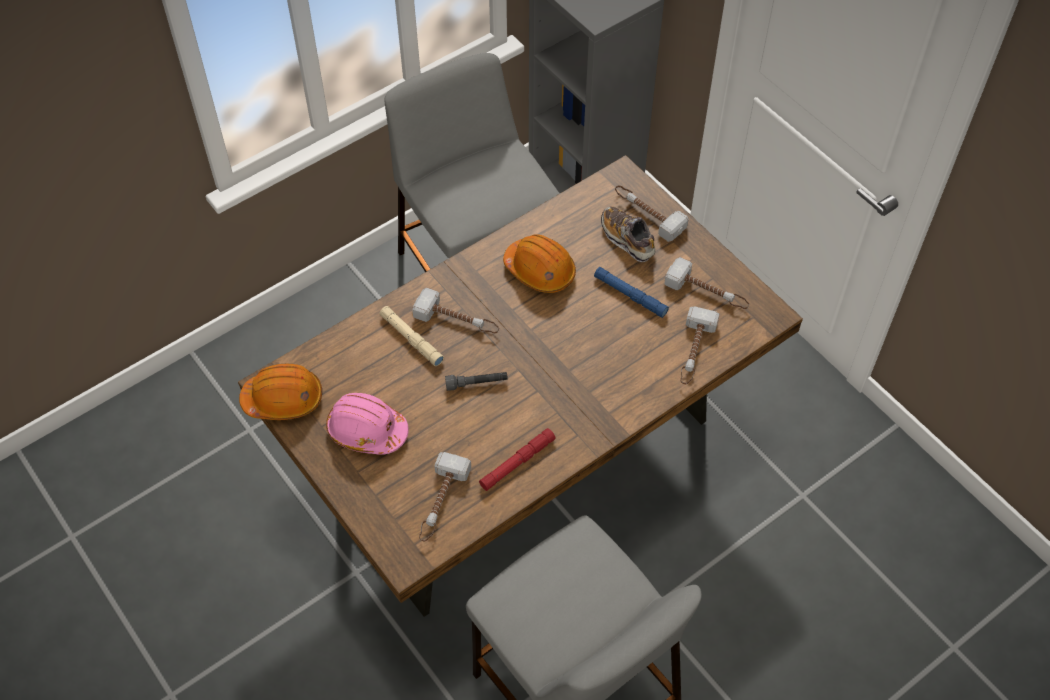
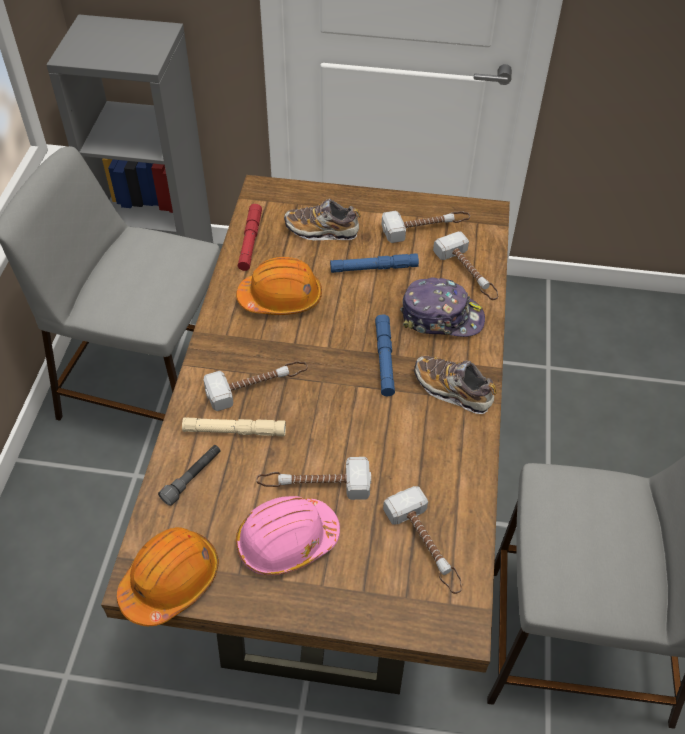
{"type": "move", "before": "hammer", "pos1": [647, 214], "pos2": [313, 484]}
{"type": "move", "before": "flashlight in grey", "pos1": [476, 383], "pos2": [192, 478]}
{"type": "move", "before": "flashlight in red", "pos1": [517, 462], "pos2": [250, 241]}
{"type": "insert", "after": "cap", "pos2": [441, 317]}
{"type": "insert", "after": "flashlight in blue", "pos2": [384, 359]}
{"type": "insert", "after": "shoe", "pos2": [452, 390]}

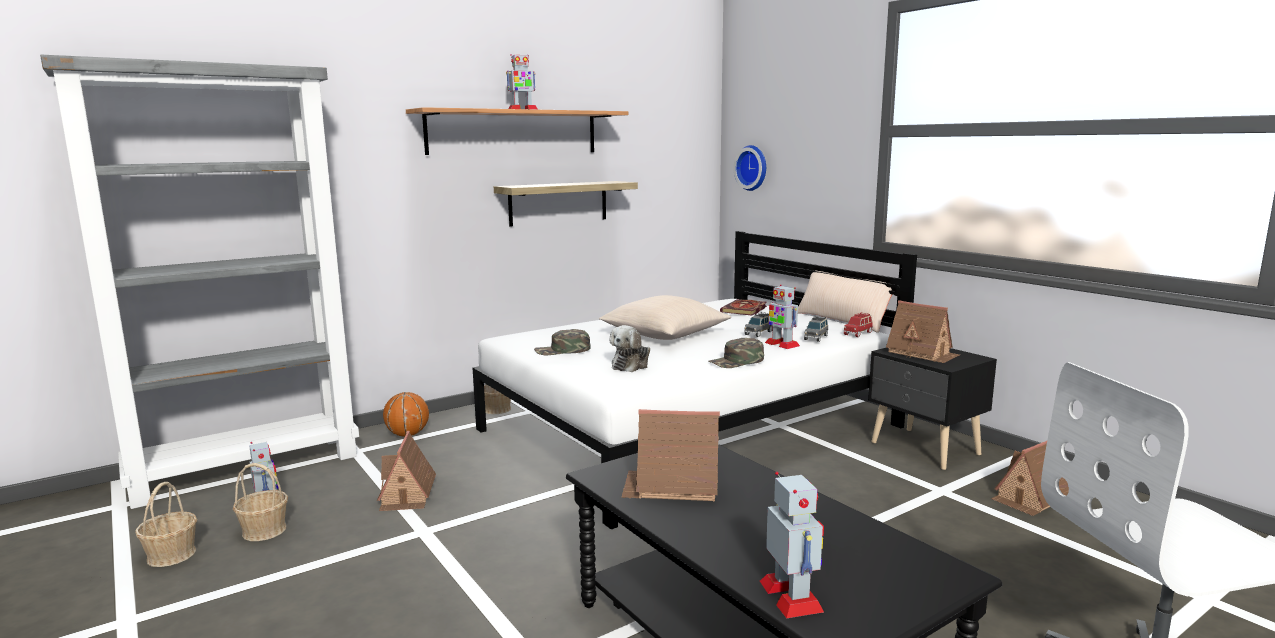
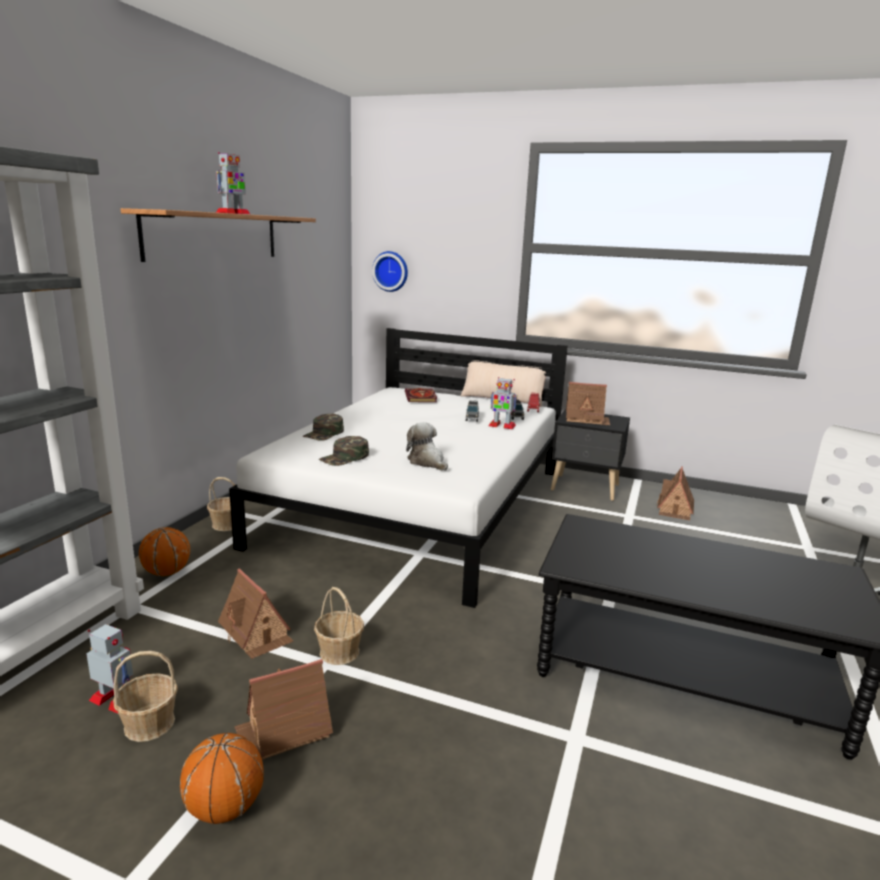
{"type": "delete", "before": "shelf", "pos1": [558, 203]}
{"type": "delete", "before": "pillow in beige", "pos1": [665, 335]}
{"type": "rotate", "before": "plush toy", "pos1": [631, 365], "pos2": [427, 462], "turn": 150}
{"type": "move", "before": "cap in green", "pos1": [737, 361], "pos2": [324, 434]}
{"type": "move", "before": "toy house", "pos1": [672, 486], "pos2": [284, 731]}
{"type": "delete", "before": "toy robot", "pos1": [791, 596]}
{"type": "move", "before": "basket", "pos1": [172, 555], "pos2": [339, 652]}
{"type": "insert", "after": "basketball", "pos2": [225, 808]}

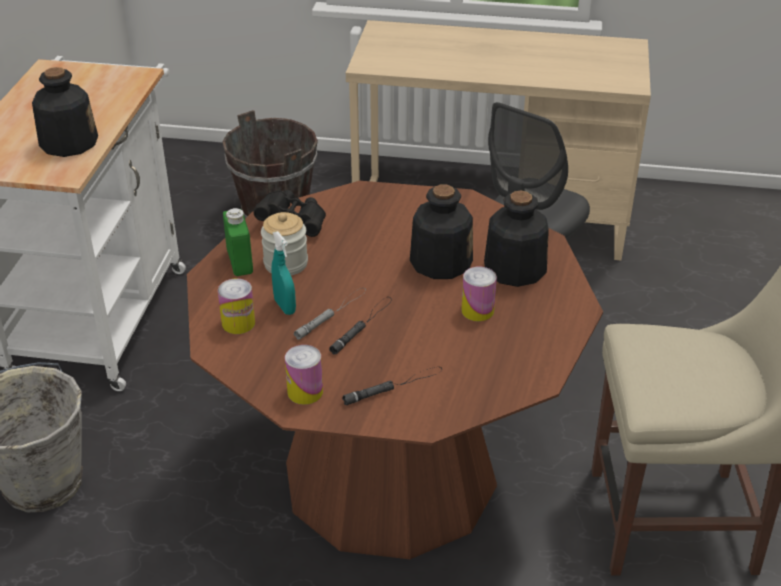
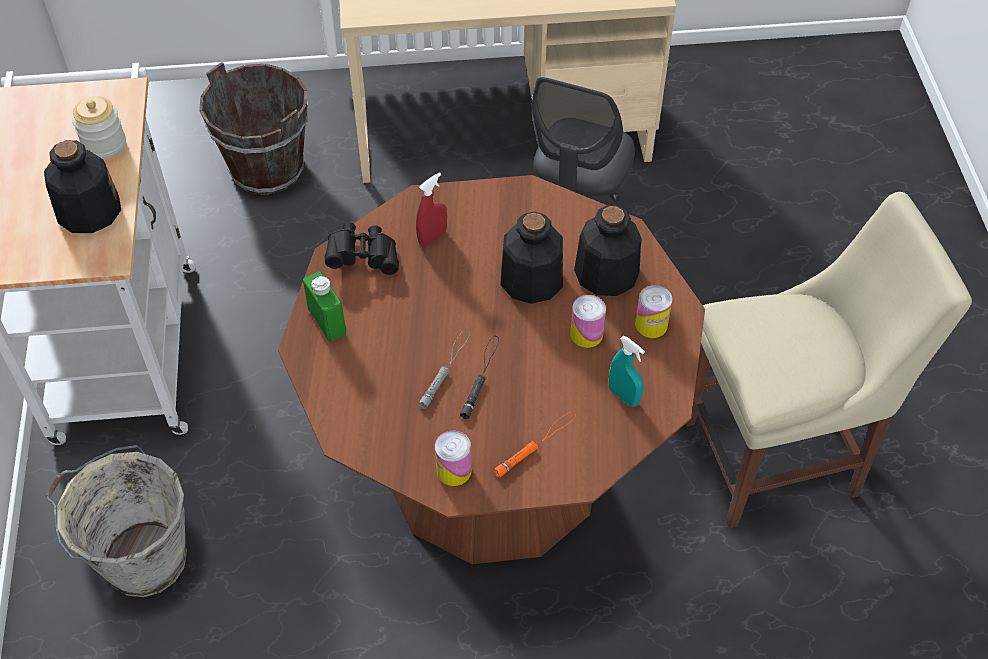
{"type": "move", "before": "jar", "pos1": [286, 263], "pos2": [104, 145]}
{"type": "move", "before": "spray bottle in turquoise", "pos1": [285, 306], "pos2": [624, 396]}
{"type": "move", "before": "can", "pos1": [238, 323], "pos2": [651, 325]}
{"type": "recolor", "before": "flashlight in black", "after": "flashlight in orange", "pos1": [393, 386], "pos2": [536, 444]}
{"type": "insert", "after": "spray bottle in red", "pos2": [432, 237]}

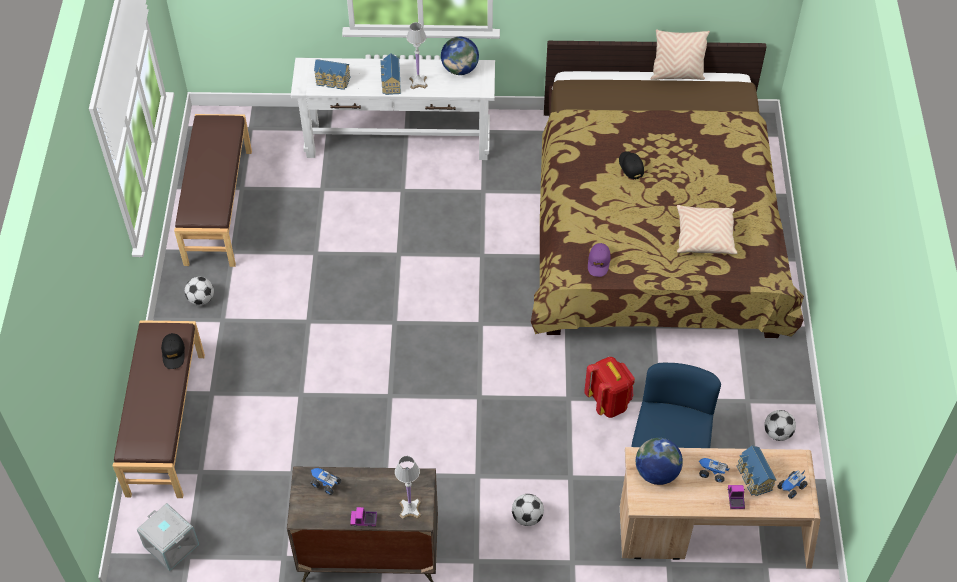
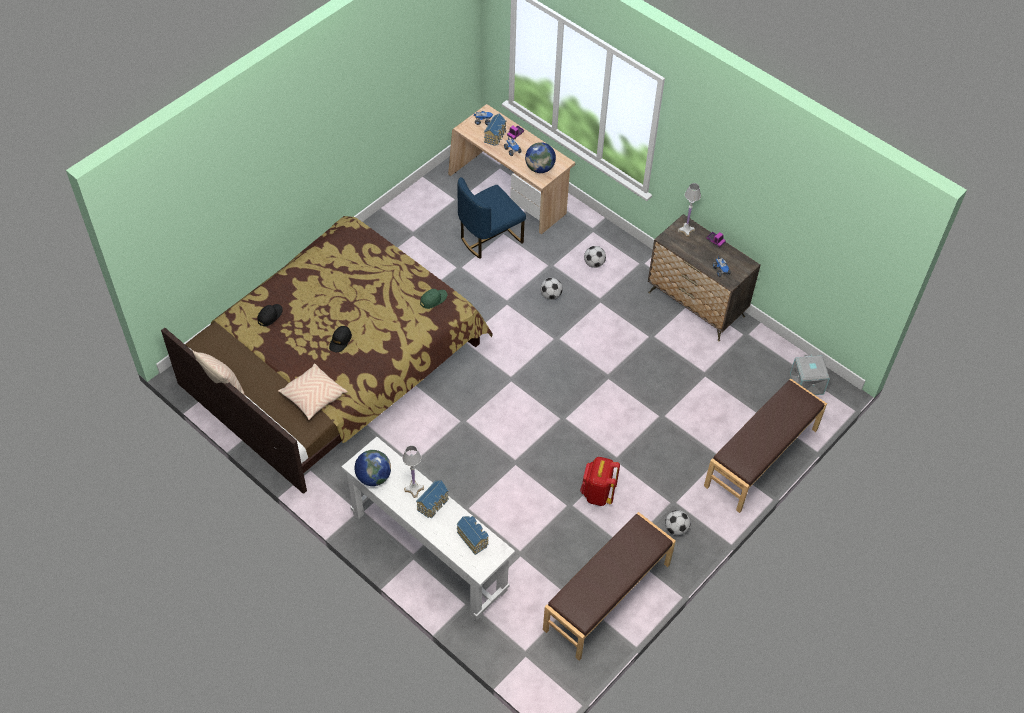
{"type": "move", "before": "pillow in beige", "pos1": [704, 236], "pos2": [313, 397]}
{"type": "recolor", "before": "cap in purple", "after": "cap in green", "pos1": [599, 262], "pos2": [433, 299]}
{"type": "move", "before": "cap in black", "pos1": [173, 353], "pos2": [270, 316]}
{"type": "move", "before": "backpack in red", "pos1": [608, 402], "pos2": [597, 493]}
{"type": "move", "before": "football", "pos1": [777, 433], "pos2": [551, 295]}

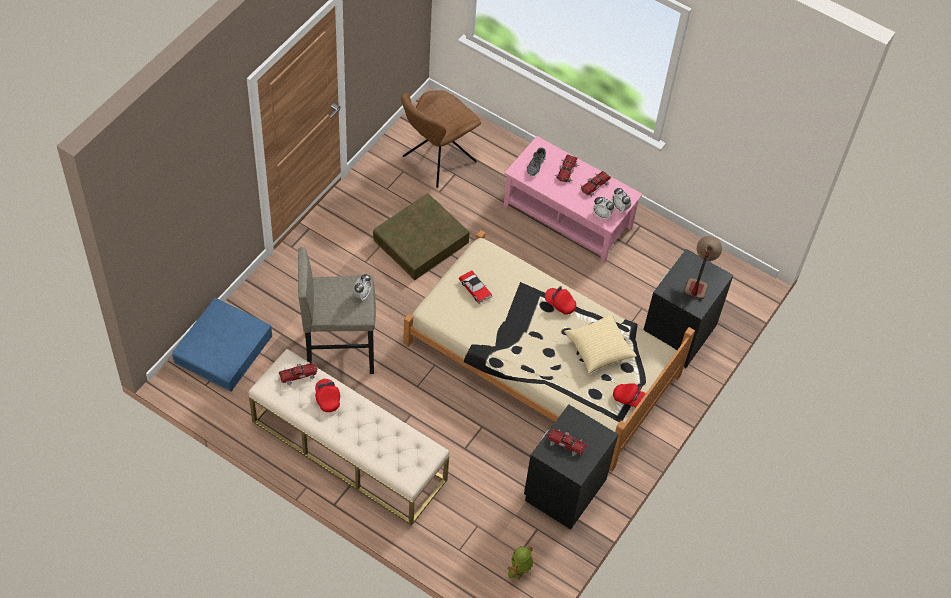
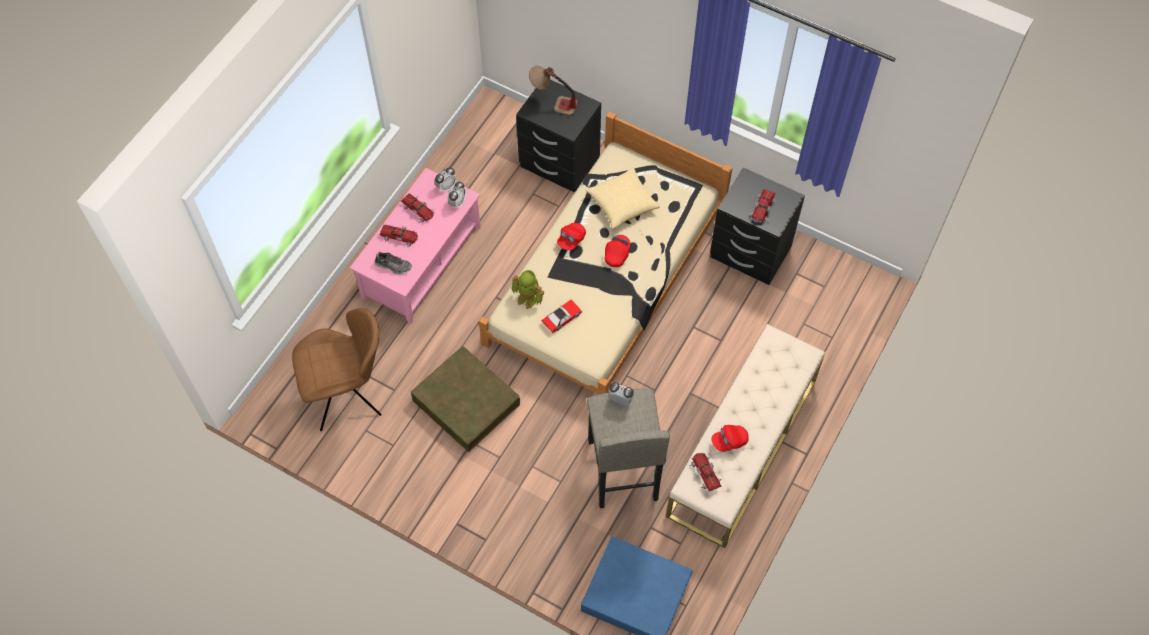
{"type": "rotate", "before": "chair in brown", "pos1": [437, 160], "pos2": [348, 395], "turn": -60}
{"type": "move", "before": "cap in red", "pos1": [629, 399], "pos2": [617, 254]}
{"type": "move", "before": "toy robot", "pos1": [519, 570], "pos2": [528, 298]}

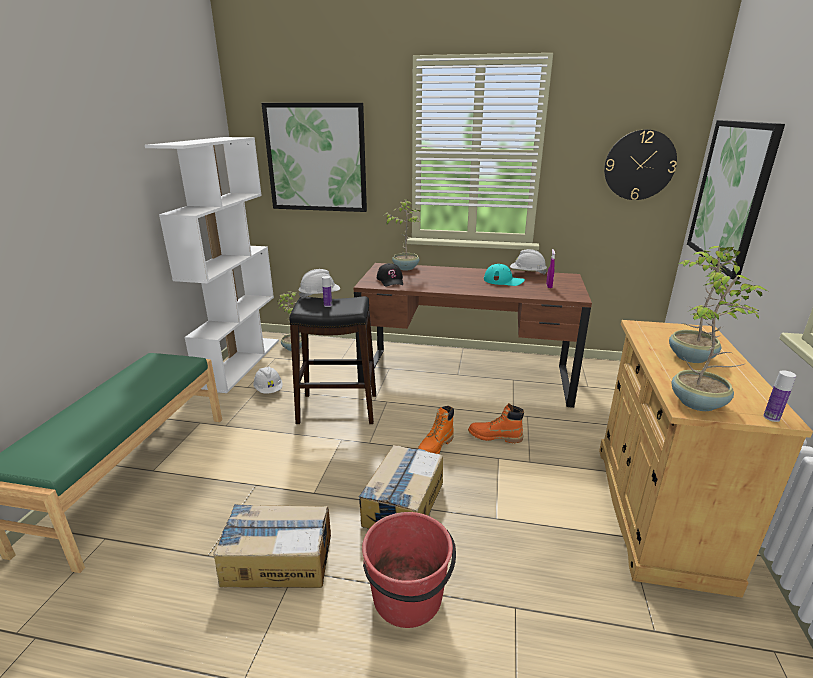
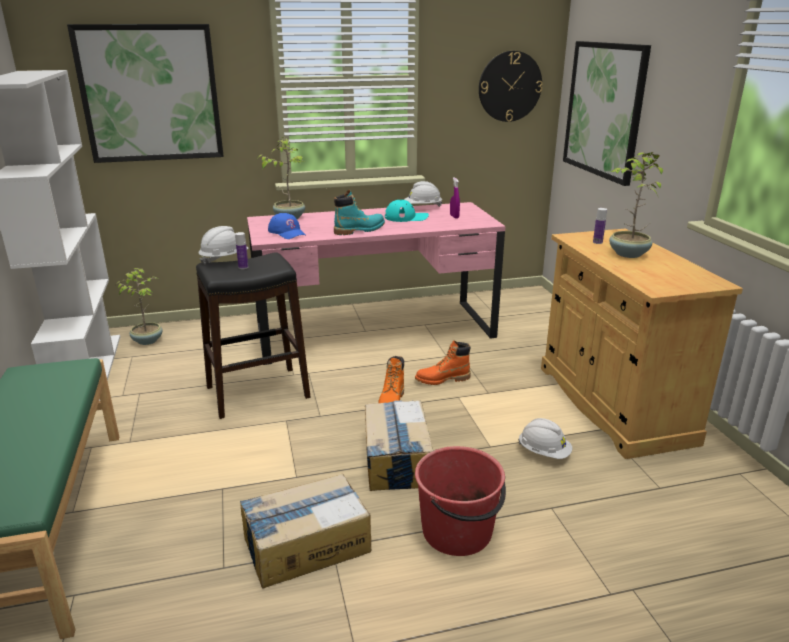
{"type": "recolor", "before": "desk in brown", "after": "desk in pink", "pos1": [465, 376], "pos2": [374, 331]}
{"type": "recolor", "before": "cap in black", "after": "cap in blue", "pos1": [391, 280], "pos2": [287, 232]}
{"type": "delete", "before": "potted plant", "pos1": [699, 403]}
{"type": "move", "before": "hard hat in white", "pos1": [269, 390], "pos2": [544, 452]}
{"type": "move", "before": "bottle", "pos1": [771, 417], "pos2": [597, 242]}
{"type": "insert", "after": "boot in turquoise", "pos2": [360, 230]}

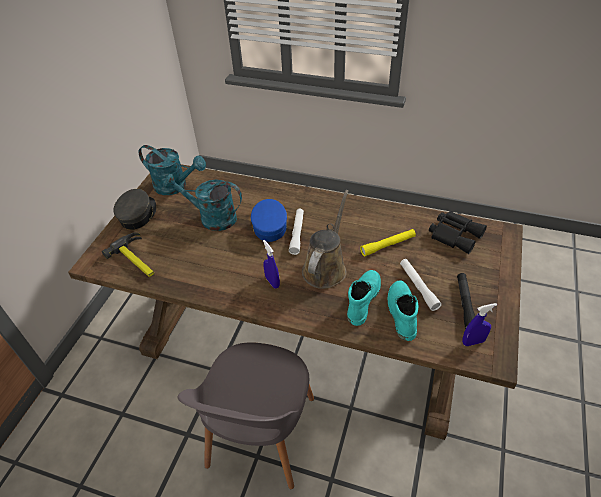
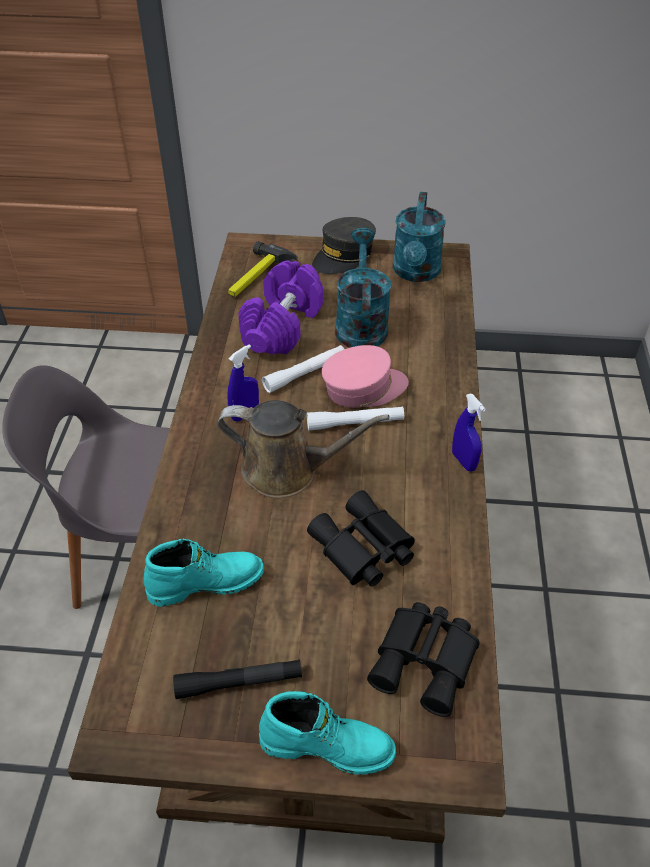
{"type": "rotate", "before": "cap in grey", "pos1": [138, 214], "pos2": [344, 255], "turn": 135}
{"type": "recolor", "before": "cap in blue", "after": "cap in pink", "pos1": [269, 226], "pos2": [363, 388]}
{"type": "replace", "before": "flashlight in yellow", "after": "binoculars in black", "pos1": [388, 245], "pos2": [362, 549]}
{"type": "move", "before": "flashlight in white", "pos1": [418, 287], "pos2": [305, 374]}
{"type": "move", "before": "boot in turquoise", "pos1": [362, 299], "pos2": [327, 744]}
{"type": "move", "before": "spray bottle in blue", "pos1": [473, 342], "pos2": [463, 461]}
{"type": "insert", "after": "dumbbell in purple", "pos2": [282, 325]}

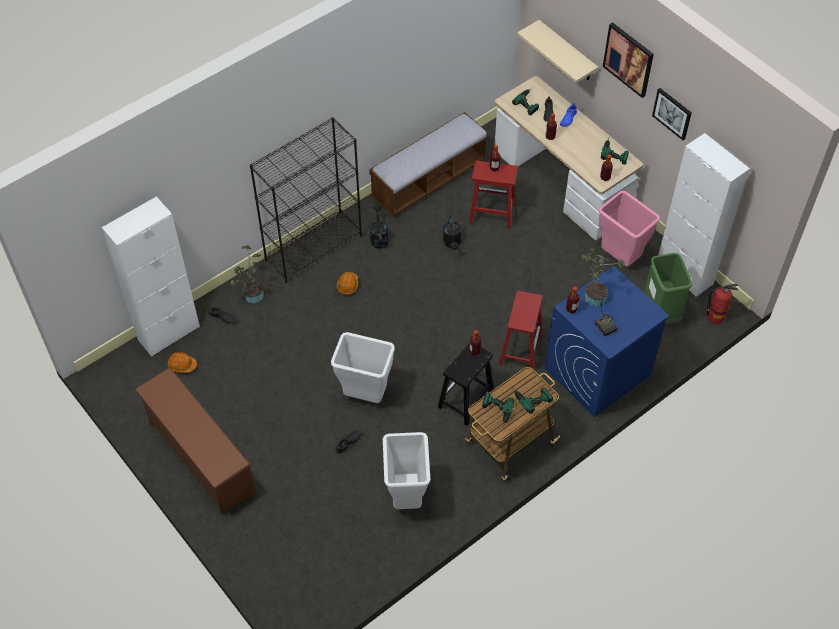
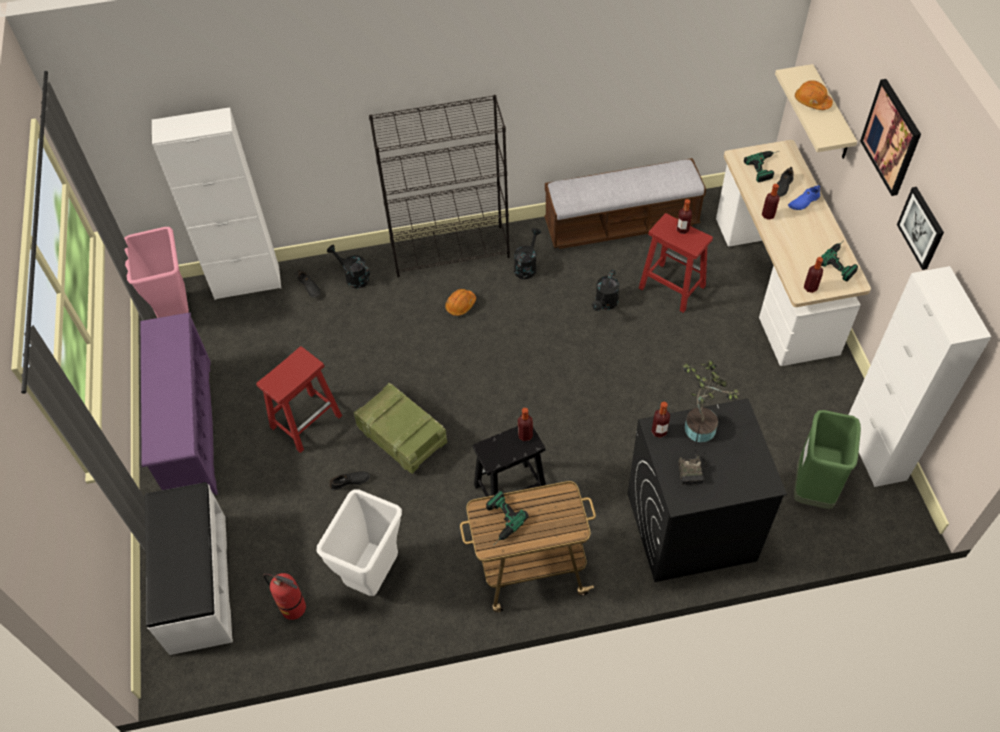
{"type": "move", "before": "trash can in pink", "pos1": [619, 258], "pos2": [175, 310]}
{"type": "replace", "before": "potted plant", "after": "watering can in black", "pos1": [251, 296], "pos2": [353, 277]}
{"type": "recolor", "before": "washing machine in blue", "after": "washing machine in black", "pos1": [597, 372], "pos2": [690, 527]}
{"type": "move", "before": "fire extinguisher", "pos1": [715, 317], "pos2": [294, 608]}
{"type": "move", "before": "stool in red", "pos1": [520, 349], "pos2": [306, 420]}
{"type": "replace", "before": "trash can in white", "after": "crate", "pos1": [364, 396], "pos2": [401, 436]}
{"type": "move", "before": "hard hat in orange", "pos1": [182, 365], "pos2": [812, 101]}
{"type": "recolor", "before": "shoe rack in brown", "after": "shoe rack in purple", "pos1": [200, 458], "pos2": [188, 428]}
{"type": "delete", "before": "power drill", "pos1": [530, 395]}
{"type": "insert", "after": "bench in white", "pos2": [197, 583]}

